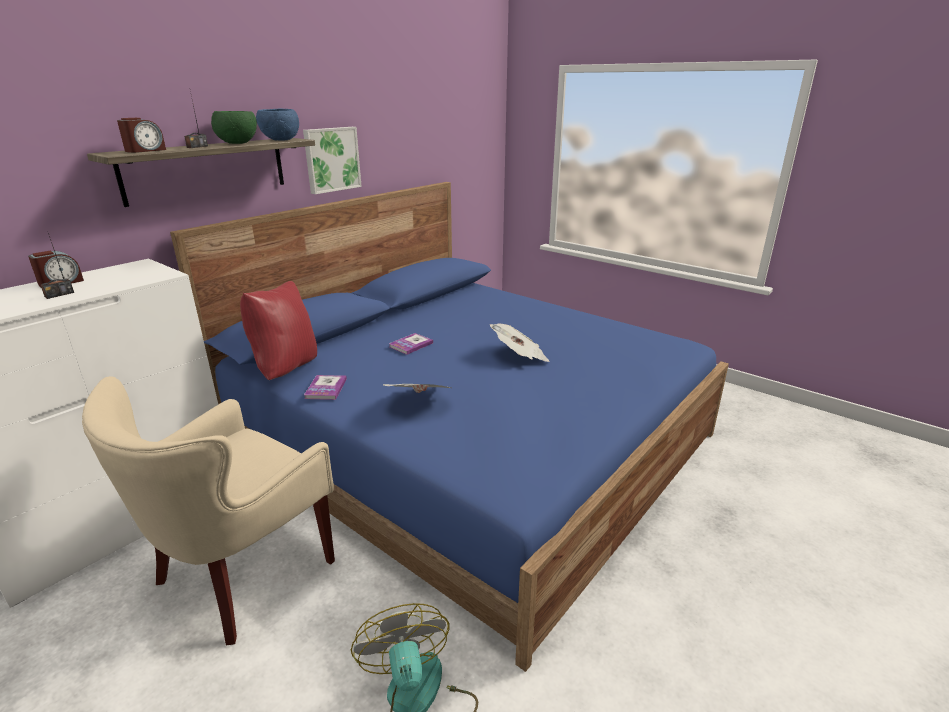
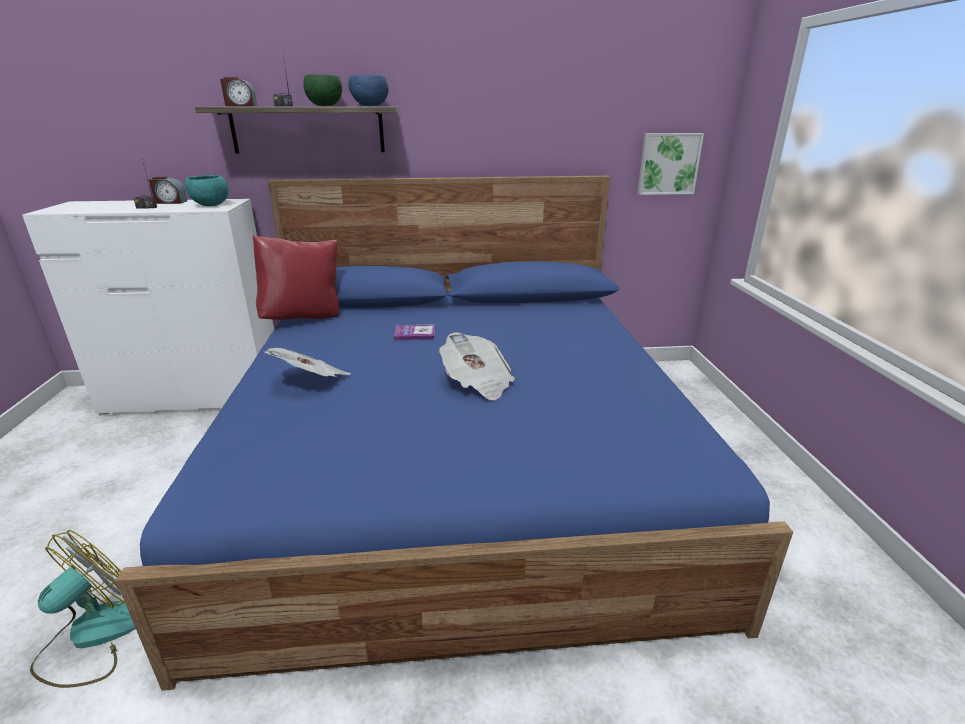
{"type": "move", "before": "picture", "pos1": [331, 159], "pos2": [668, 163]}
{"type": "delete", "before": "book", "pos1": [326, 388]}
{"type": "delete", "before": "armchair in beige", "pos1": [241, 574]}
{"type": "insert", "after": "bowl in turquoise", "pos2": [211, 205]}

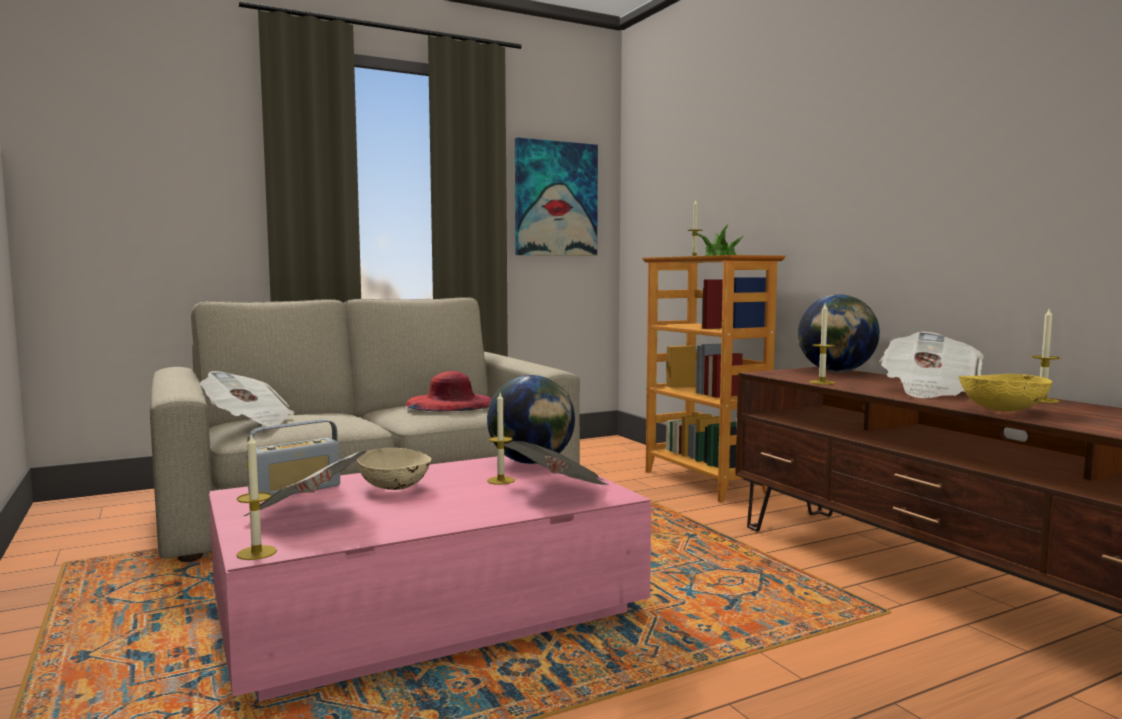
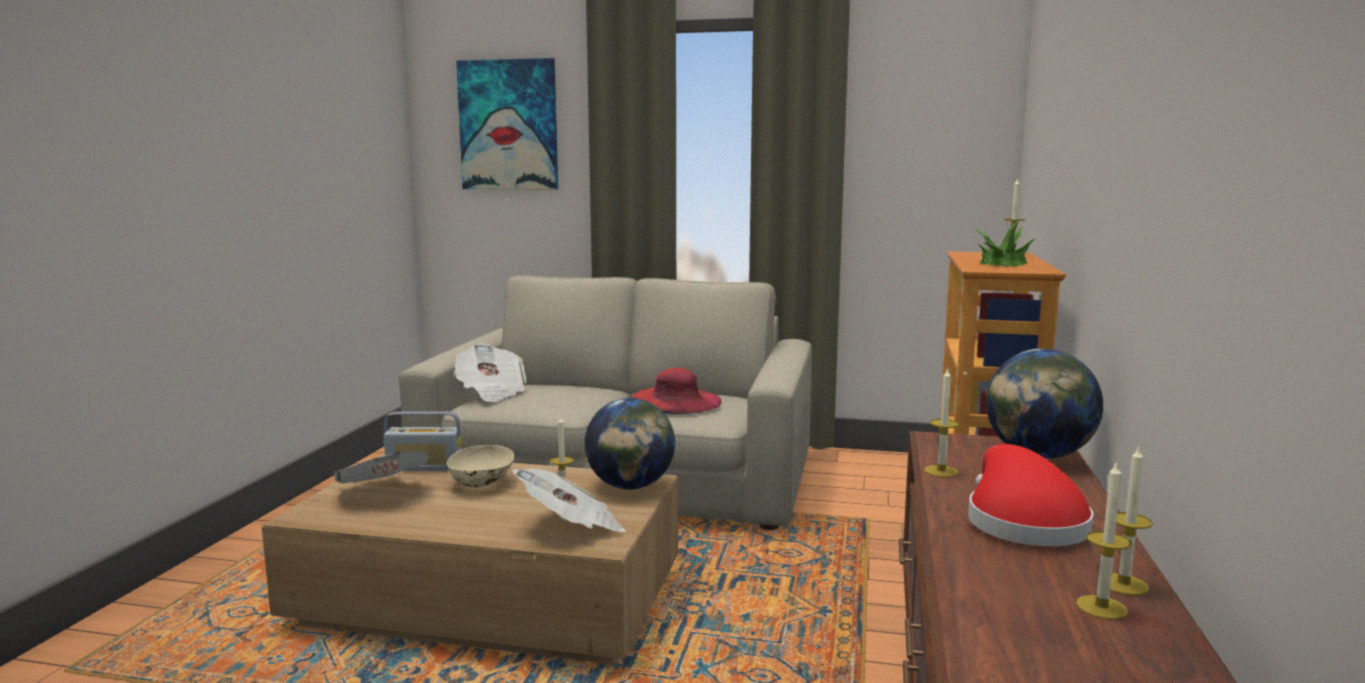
{"type": "move", "before": "picture", "pos1": [555, 199], "pos2": [509, 125]}
{"type": "replace", "before": "newspaper", "after": "hat in red", "pos1": [929, 391], "pos2": [1021, 522]}
{"type": "delete", "before": "bowl in yellow", "pos1": [1002, 410]}
{"type": "move", "before": "candle", "pos1": [256, 553], "pos2": [1101, 607]}
{"type": "recolor", "before": "coffee table in pink", "after": "coffee table in brown", "pos1": [429, 611], "pos2": [491, 600]}

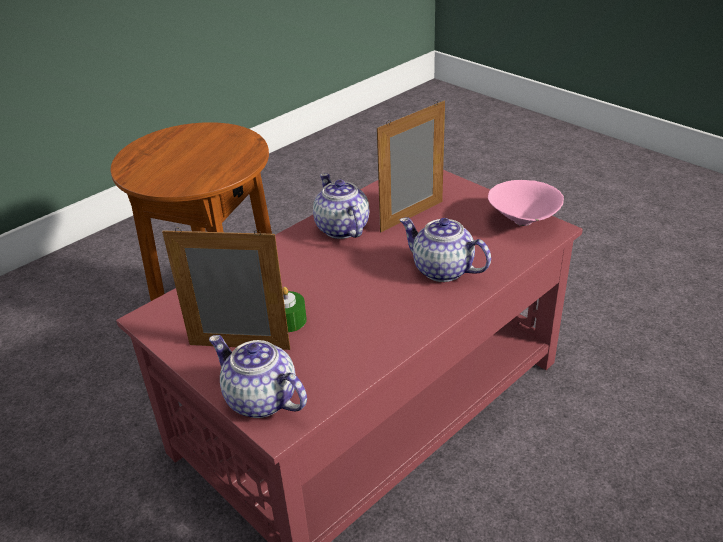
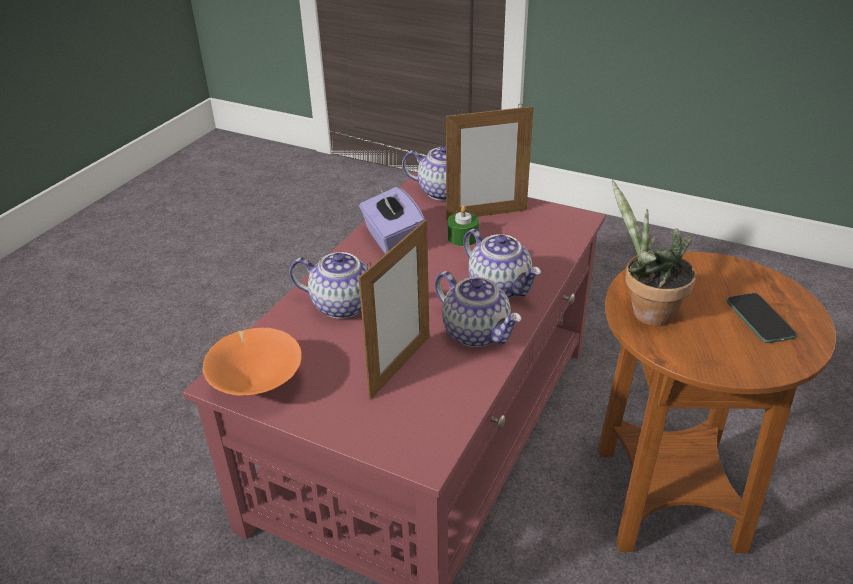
{"type": "recolor", "before": "bowl in pink", "after": "bowl in orange", "pos1": [523, 222], "pos2": [257, 384]}
{"type": "insert", "after": "potted plant", "pos2": [646, 312]}
{"type": "insert", "after": "tissue box in purple", "pos2": [392, 240]}
{"type": "insert", "after": "teapot", "pos2": [500, 287]}
{"type": "insert", "after": "phone", "pos2": [760, 319]}

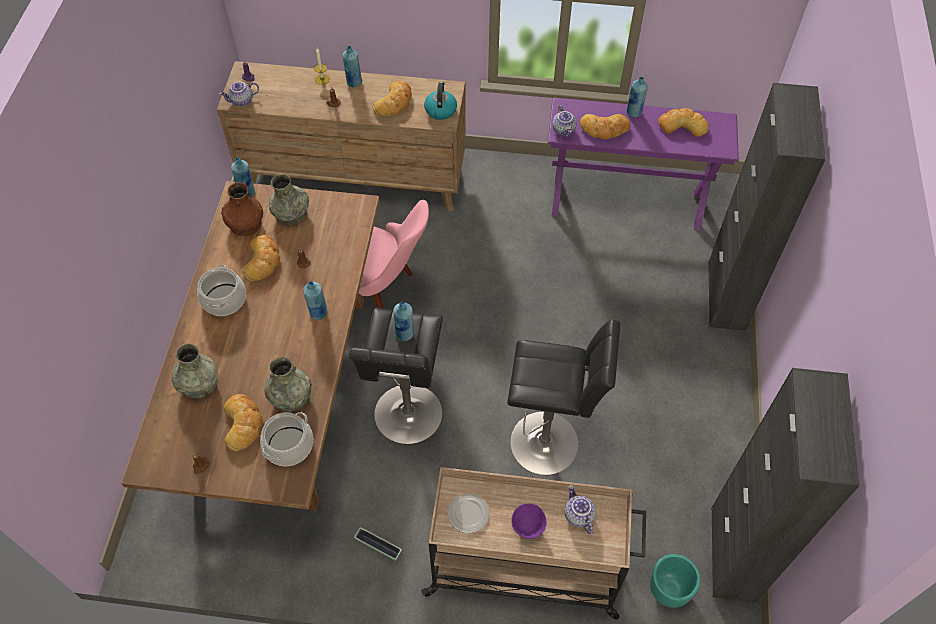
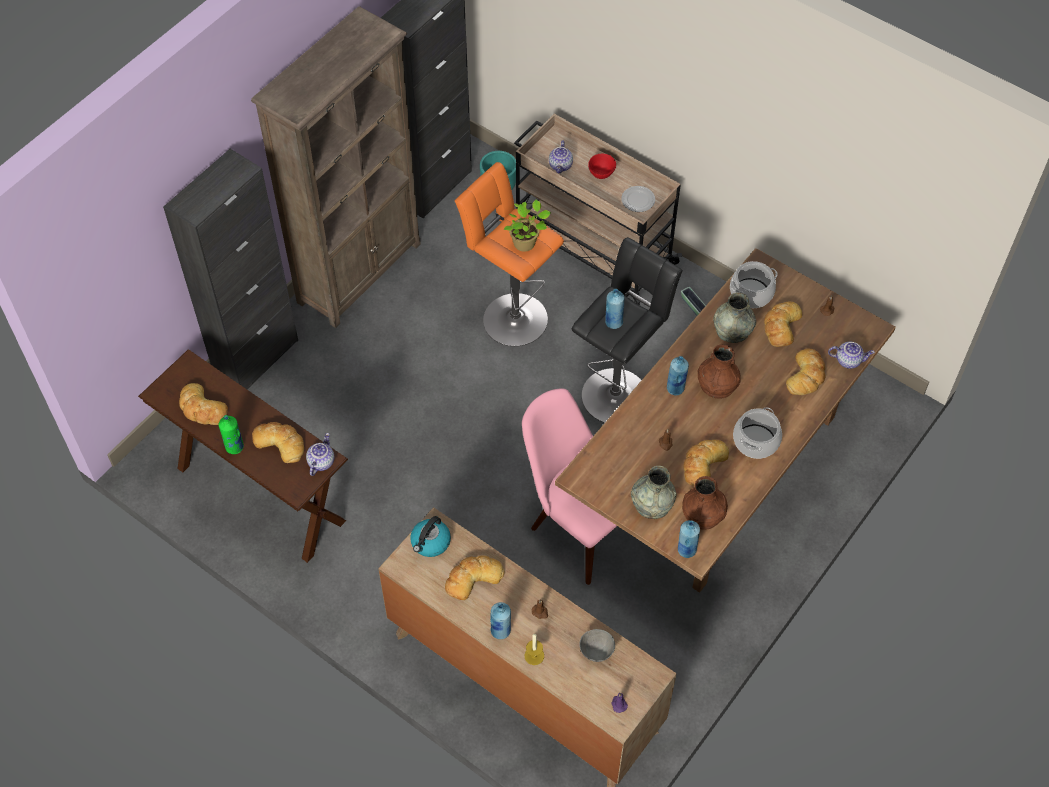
{"type": "recolor", "before": "bottle in blue", "after": "bottle in green", "pos1": [634, 112], "pos2": [234, 447]}
{"type": "move", "before": "teapot", "pos1": [242, 101], "pos2": [848, 360]}
{"type": "recolor", "before": "console table in purple", "after": "console table in brown", "pos1": [626, 203], "pos2": [260, 494]}
{"type": "recolor", "before": "stool in black", "after": "stool in orange", "pos1": [549, 443], "pos2": [511, 317]}
{"type": "replace", "before": "vase in grey", "after": "bread", "pos1": [198, 383], "pos2": [806, 375]}
{"type": "recolor", "before": "bowl in purple", "after": "bowl in red", "pos1": [527, 527], "pos2": [601, 175]}
{"type": "insert", "after": "bookcase in brown", "pos2": [360, 272]}
{"type": "insert", "after": "potted plant", "pos2": [526, 243]}
{"type": "insert", "after": "vase in brown", "pos2": [717, 385]}
{"type": "insert", "after": "bowl in grey", "pos2": [596, 653]}

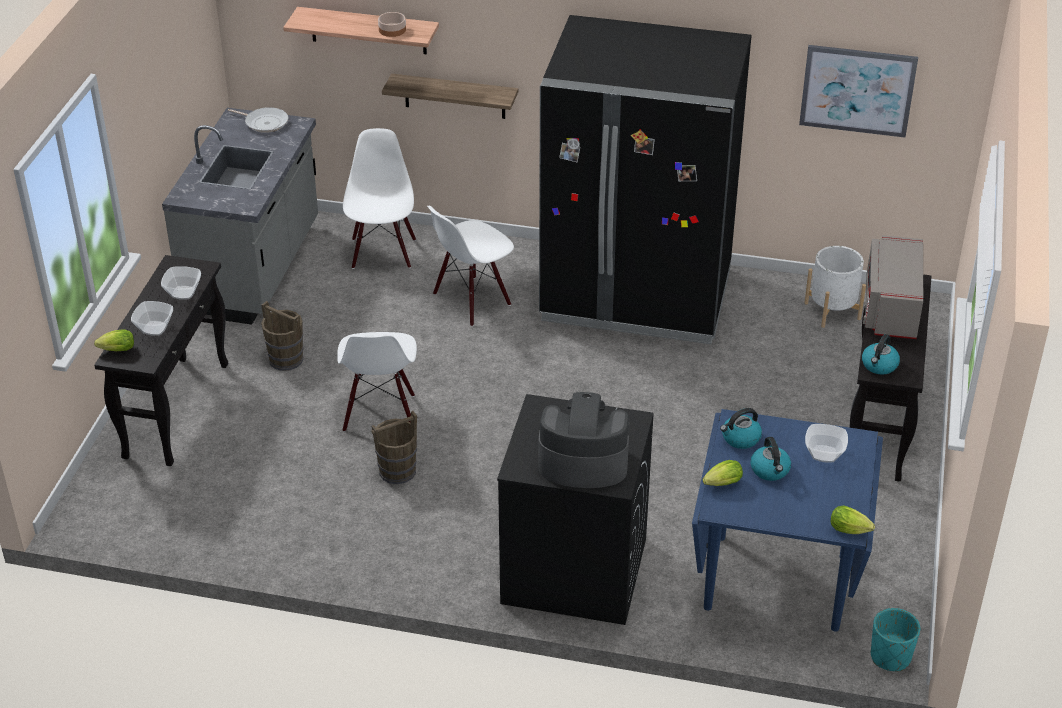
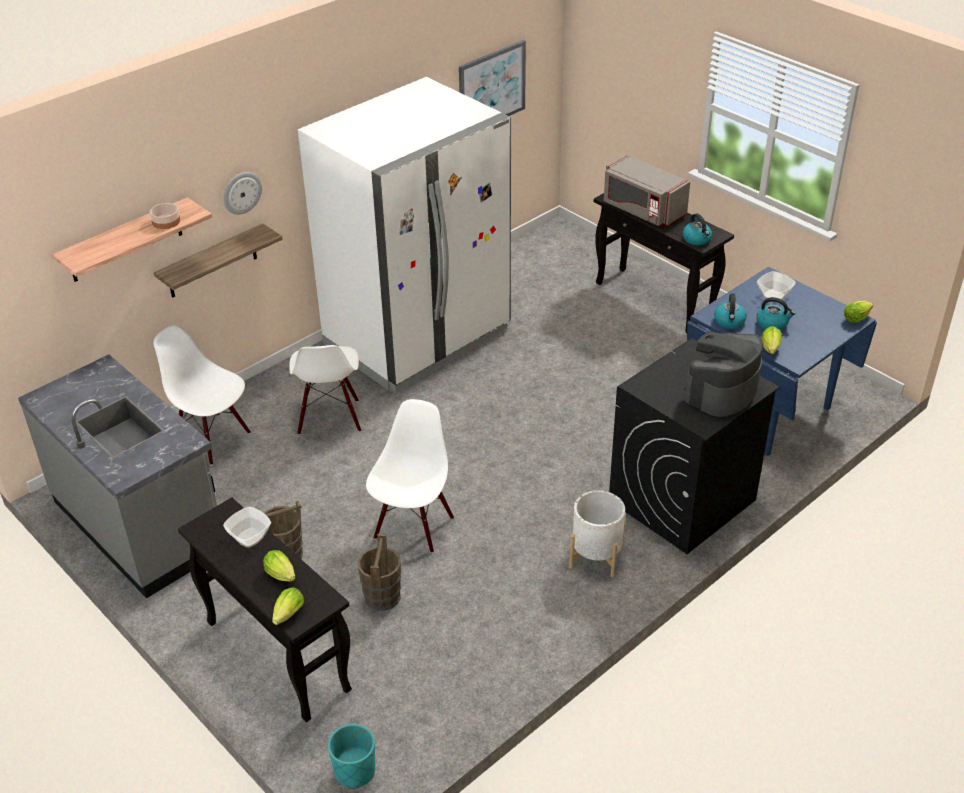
{"type": "recolor", "before": "fridge in black", "after": "fridge in white", "pos1": [636, 297], "pos2": [418, 338]}
{"type": "delete", "before": "frying pan", "pos1": [264, 122]}
{"type": "move", "before": "planter in white", "pos1": [832, 311], "pos2": [596, 556]}
{"type": "replace", "before": "bowl", "after": "lettuce", "pos1": [155, 328], "pos2": [282, 576]}
{"type": "rotate", "before": "chair in white", "pos1": [380, 413], "pos2": [413, 527], "turn": -105}
{"type": "move", "before": "bucket in brown", "pos1": [397, 471], "pos2": [382, 597]}
{"type": "move", "before": "planter in turquoise", "pos1": [890, 656], "pos2": [354, 771]}
{"type": "insert", "after": "wall clock", "pos2": [241, 192]}

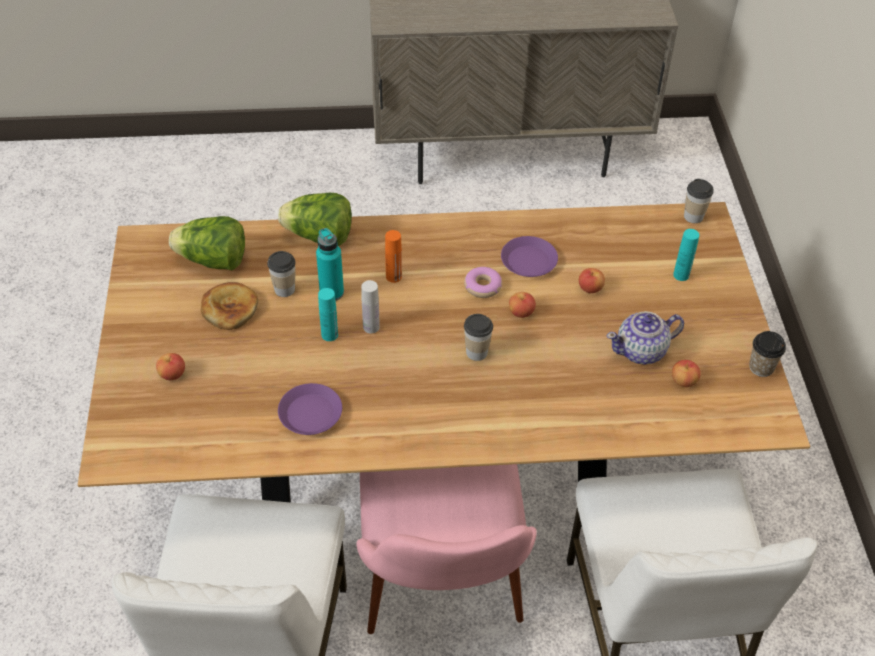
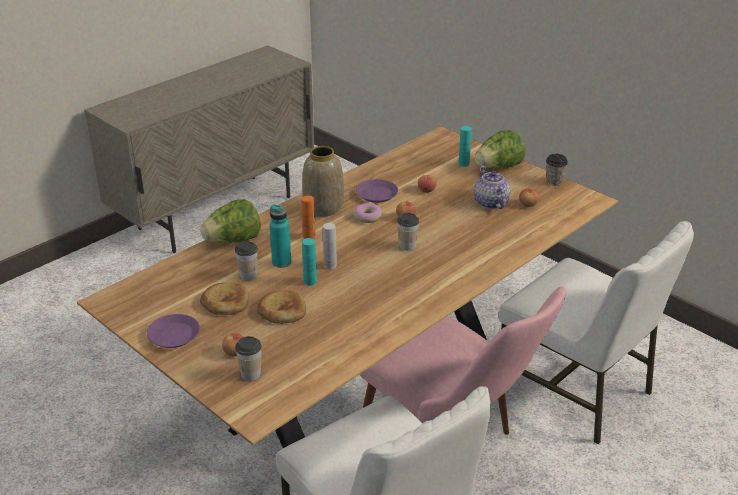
{"type": "move", "before": "cup", "pos1": [693, 216], "pos2": [251, 374]}
{"type": "move", "before": "lettuce", "pos1": [213, 261], "pos2": [498, 167]}
{"type": "rotate", "before": "teapot", "pos1": [641, 351], "pos2": [490, 203], "turn": 135}
{"type": "move", "before": "plate in purple", "pos1": [310, 413], "pos2": [174, 335]}
{"type": "insert", "after": "vase", "pos2": [324, 208]}
{"type": "insert", "after": "bread", "pos2": [282, 310]}

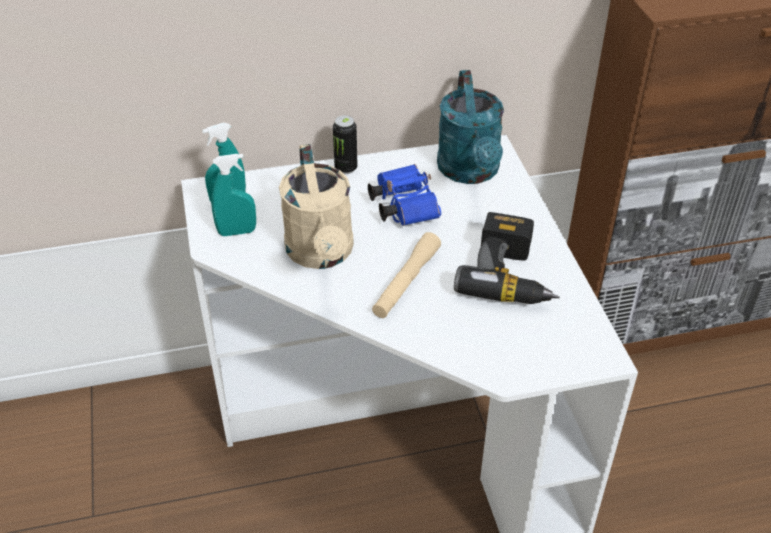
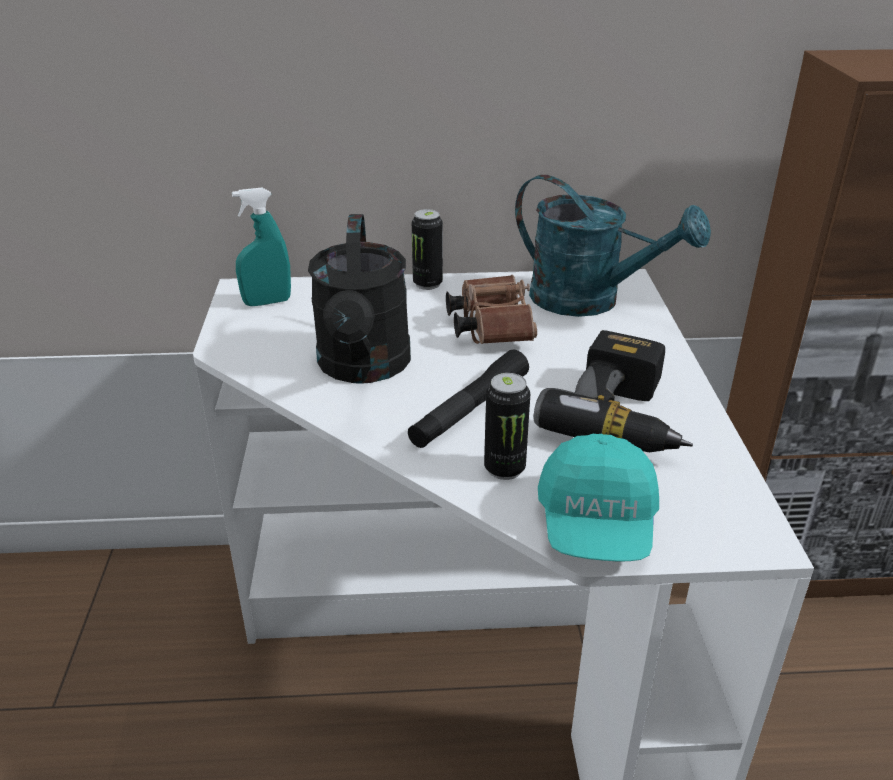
{"type": "rotate", "before": "watering can in turquoise", "pos1": [470, 172], "pos2": [590, 301], "turn": -60}
{"type": "recolor", "before": "watering can in beige", "after": "watering can in black", "pos1": [322, 254], "pos2": [364, 368]}
{"type": "delete", "before": "spray bottle in turquoise", "pos1": [237, 232]}
{"type": "recolor", "before": "binoculars in blue", "after": "binoculars in brown", "pos1": [403, 206], "pos2": [490, 327]}
{"type": "recolor", "before": "flashlight in beige", "after": "flashlight in black", "pos1": [406, 282], "pos2": [469, 410]}
{"type": "insert", "after": "can", "pos2": [504, 469]}
{"type": "insert", "after": "cap in turquoise", "pos2": [596, 525]}

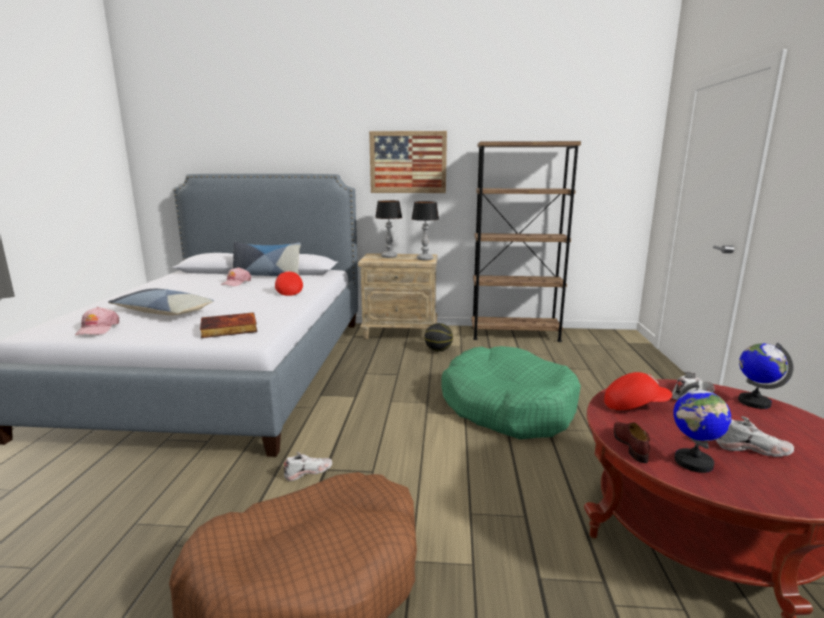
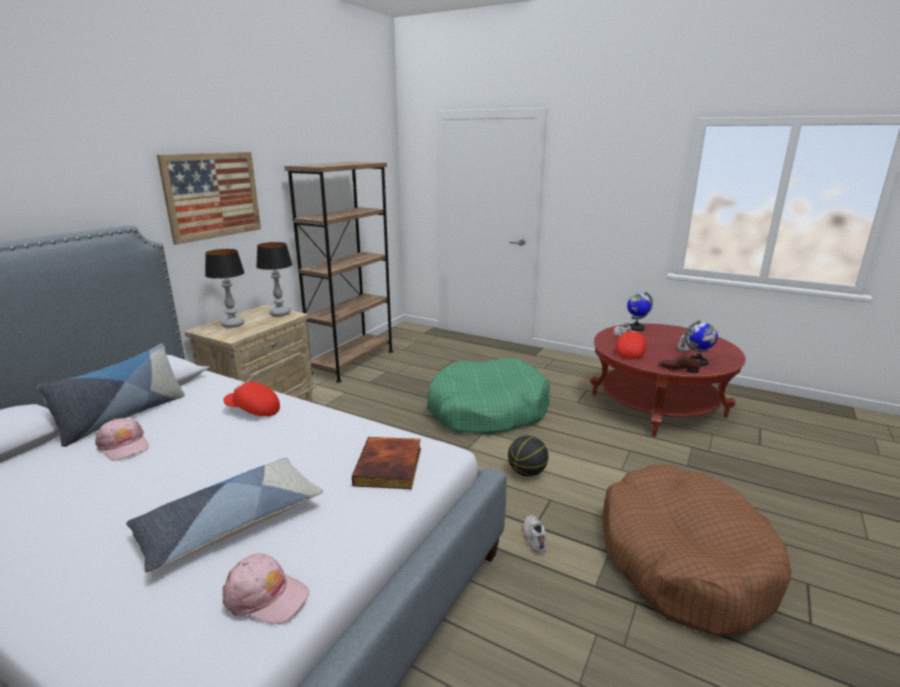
{"type": "move", "before": "basketball", "pos1": [438, 350], "pos2": [526, 472]}

